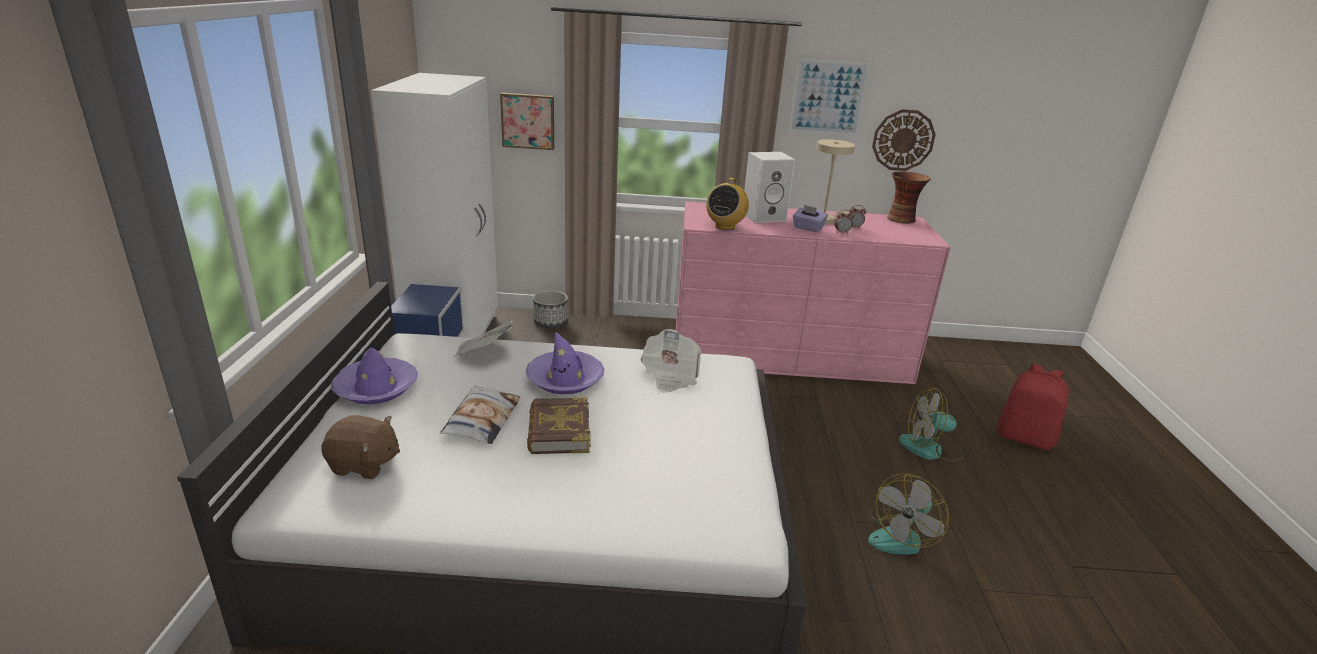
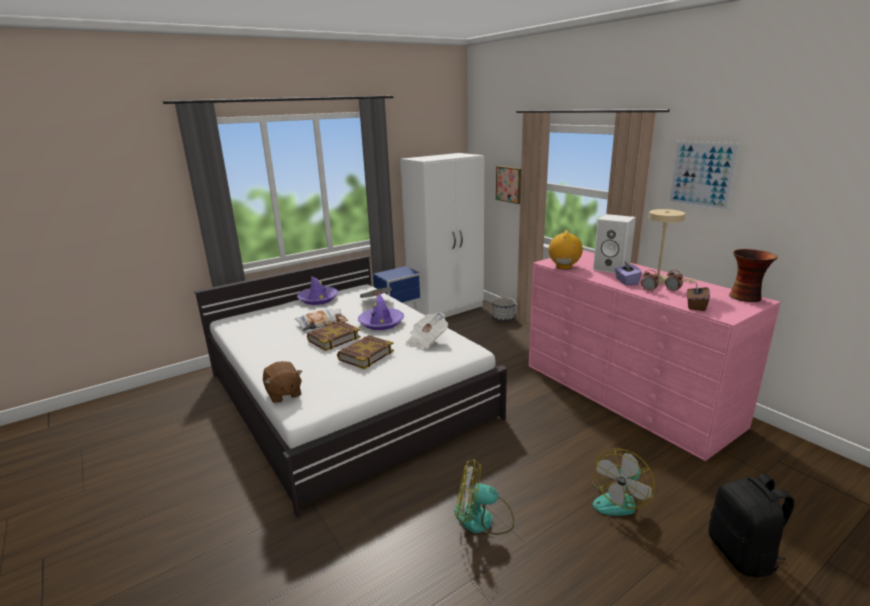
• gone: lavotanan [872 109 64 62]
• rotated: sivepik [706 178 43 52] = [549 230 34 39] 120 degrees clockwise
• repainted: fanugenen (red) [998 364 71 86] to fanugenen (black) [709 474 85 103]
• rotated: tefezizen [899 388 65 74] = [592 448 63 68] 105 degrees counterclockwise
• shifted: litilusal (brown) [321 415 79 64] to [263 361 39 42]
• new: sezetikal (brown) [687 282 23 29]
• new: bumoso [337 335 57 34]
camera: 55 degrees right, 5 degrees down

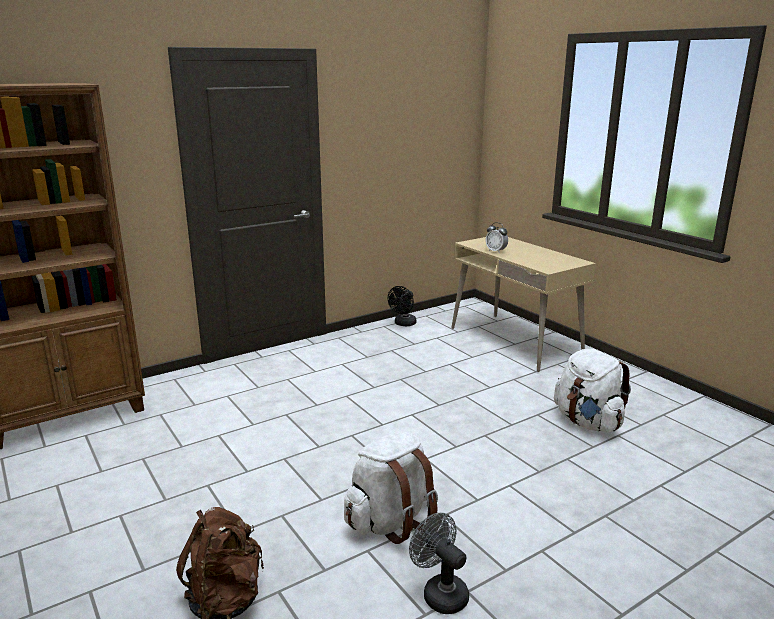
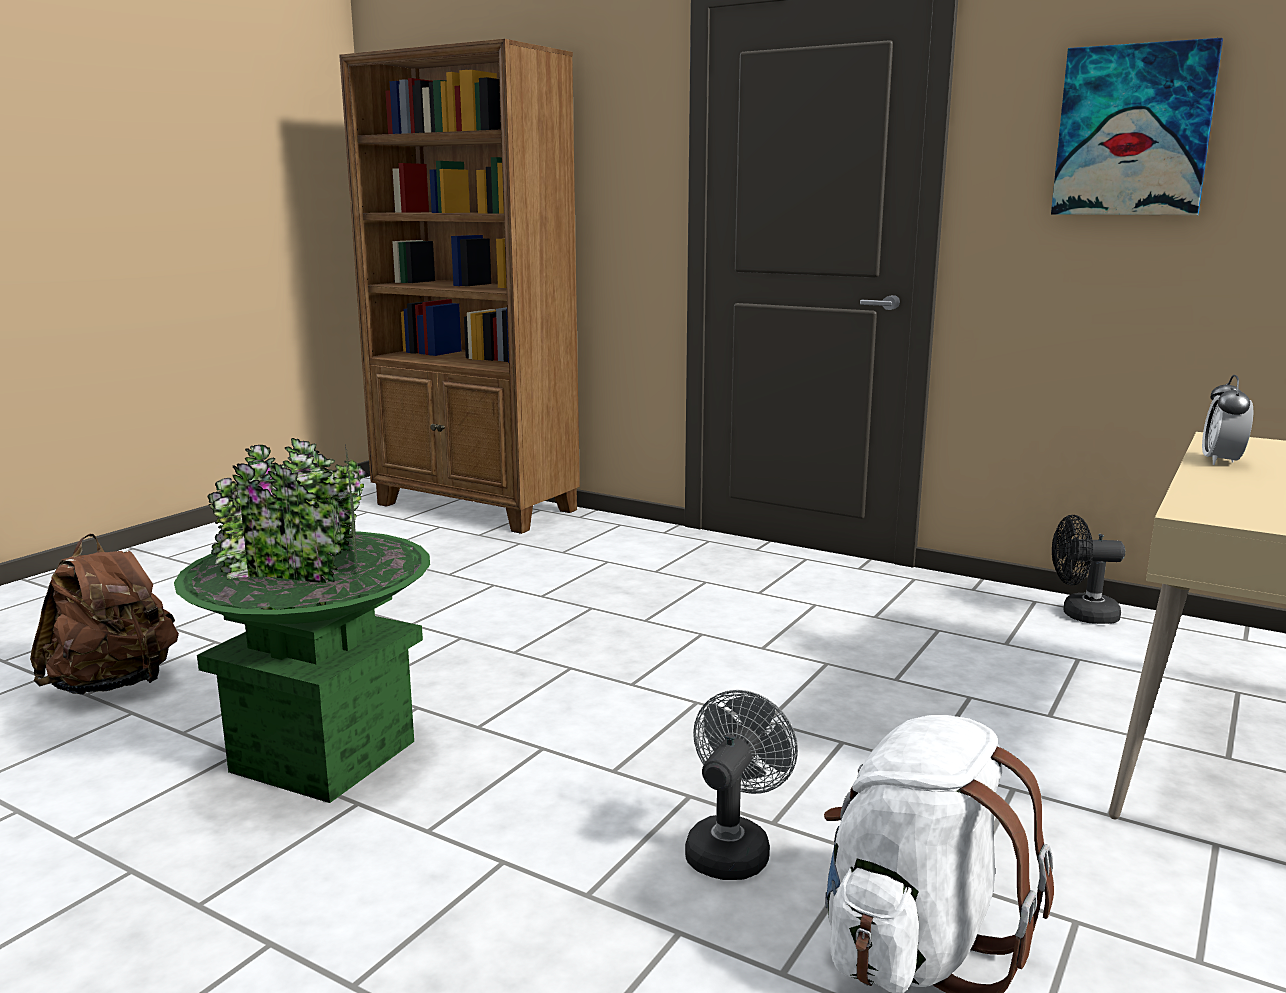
• swapped: fanugenen (white) [344 432 94 112] to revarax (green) [174 438 256 365]
• shifted: tefezizen (grey) [409 513 60 101] to [685 690 113 190]
• new: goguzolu [1051 38 172 177]
camera: 65 degrees right, 5 degrees down

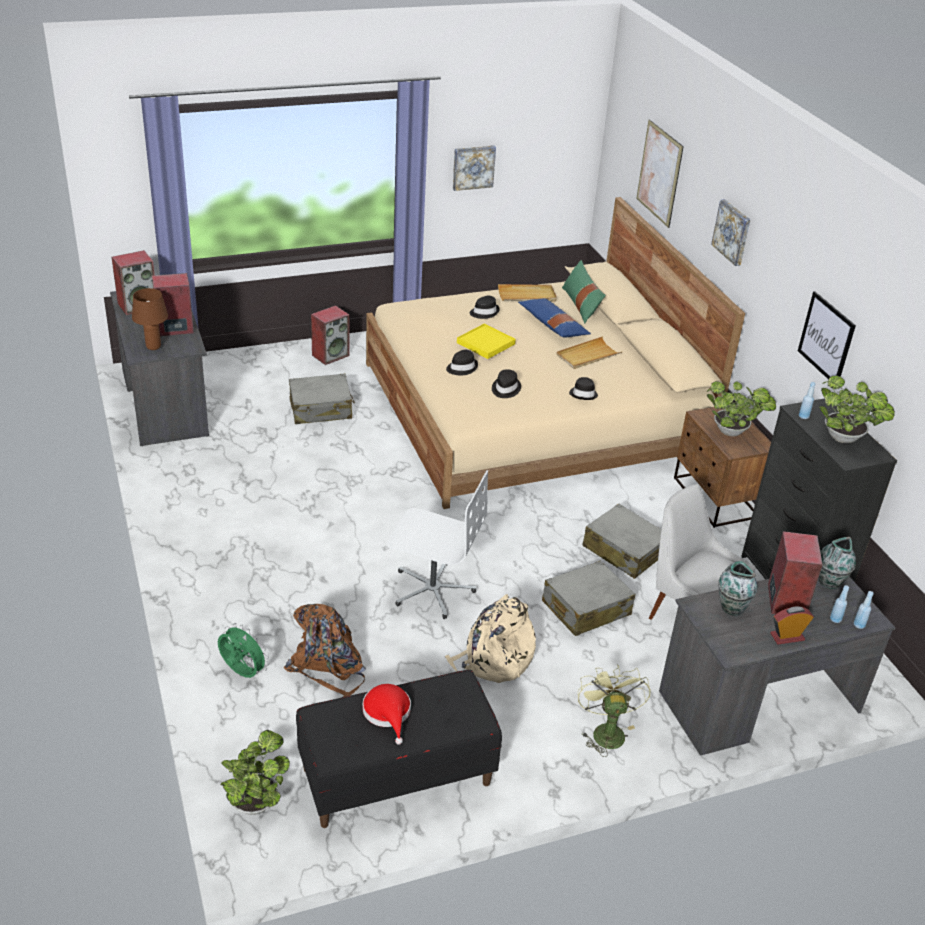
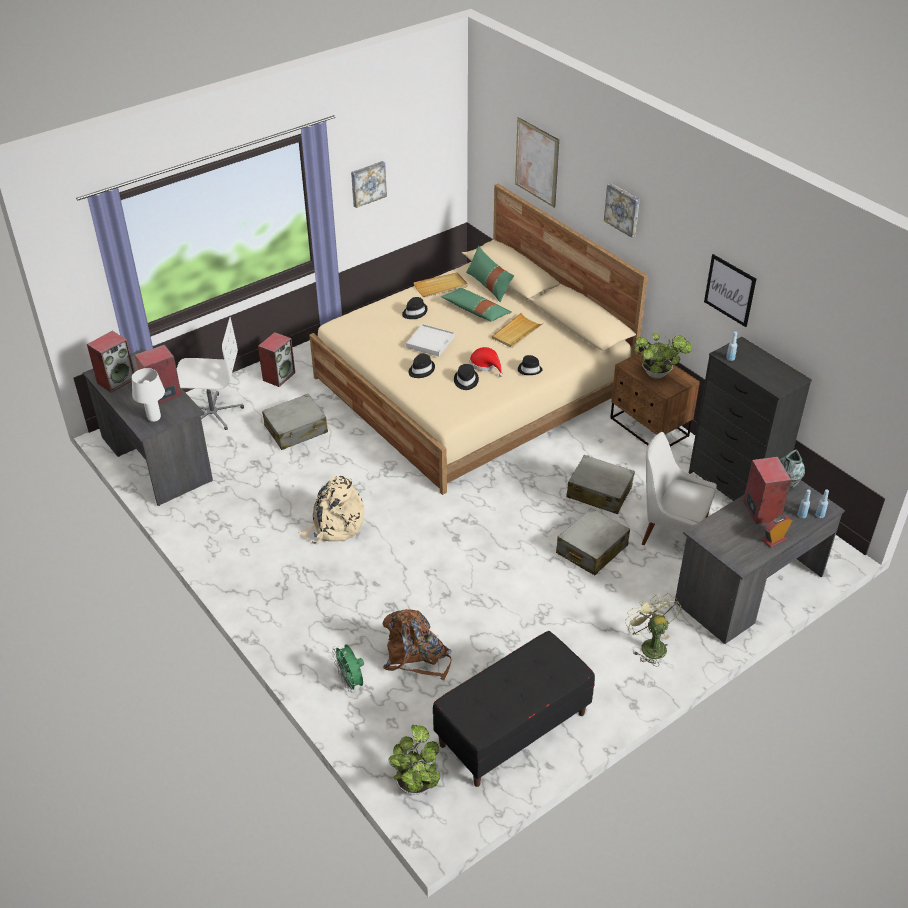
• repainted: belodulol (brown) [132 288 36 62] to belodulol (white) [132 368 33 54]
• repainted: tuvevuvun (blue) [518 298 73 40] to tuvevuvun (green) [441 288 71 34]
• repainted: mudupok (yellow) [457 323 59 36] to mudupok (white) [406 324 48 33]
• gone: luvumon [819 376 76 68]
• shifted: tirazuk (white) [387 470 101 149] to [177 317 67 113]
• gone: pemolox [718 561 39 55]
• shifted: fanugenen (beige) [445 594 91 89] to [299 475 65 69]
• rotated: tefezizen (green) [218 623 51 55] = [332 644 32 49] 135 degrees counterclockwise
• shifted: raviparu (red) [363 684 48 61] to [470 347 33 30]
camera: 15 degrees left, 5 degrees up

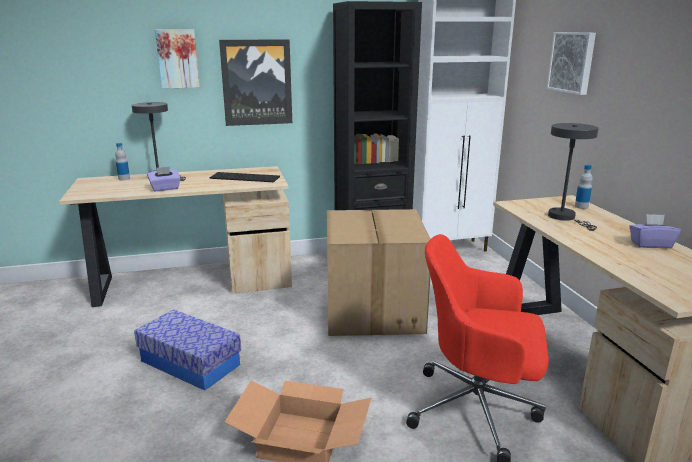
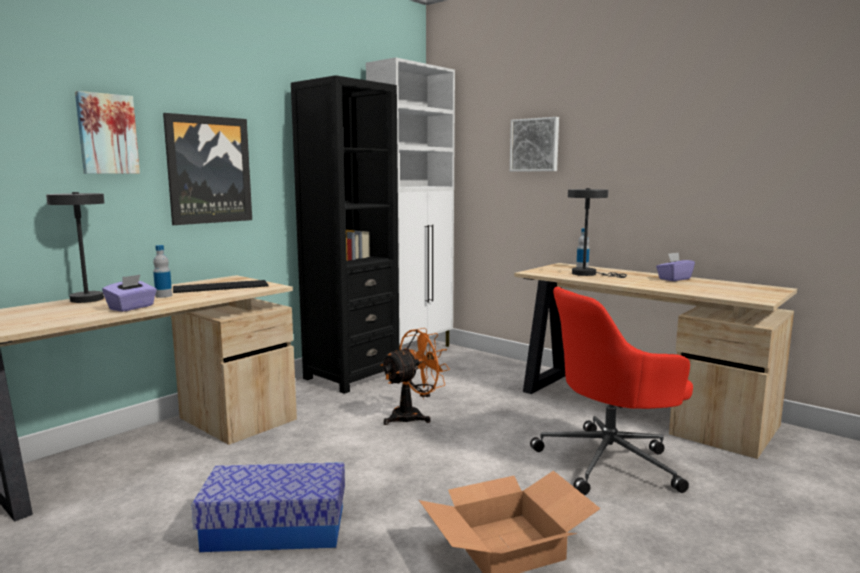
• shifted: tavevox [115 143 15 37] to [153 245 19 53]
• swapped: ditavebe [327 209 103 127] to tefezizen (orange) [380 328 70 97]
camera: 35 degrees left, 10 degrees down

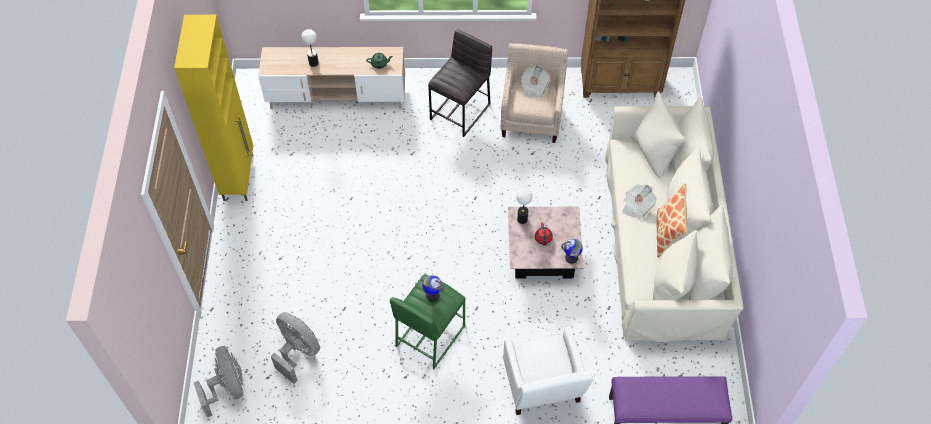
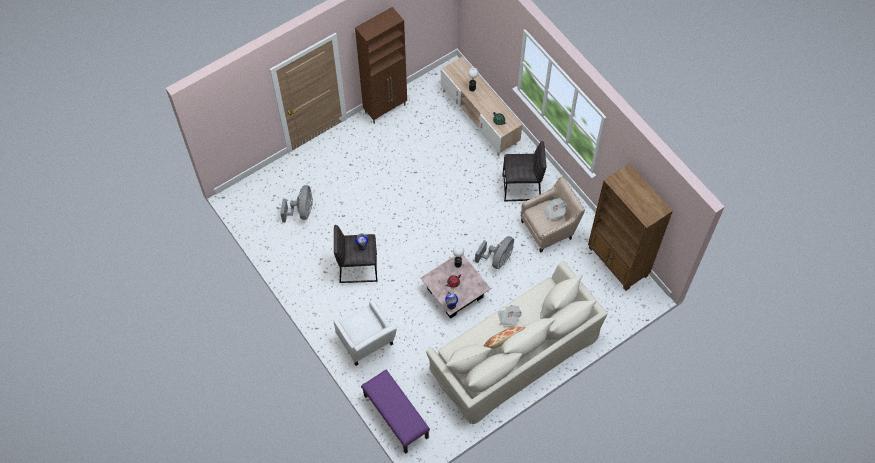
• repainted: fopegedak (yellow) [174 15 79 186] to fopegedak (brown) [355 7 52 117]
• repainted: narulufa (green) [390 273 76 96] to narulufa (grey) [334 225 43 58]
• rotated: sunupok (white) [503 326 90 89] = [334 299 63 67] 75 degrees counterclockwise
• shifted: tefezizen (grey) [194 346 50 72] to [475 236 39 33]
camera: 55 degrees right, 5 degrees up

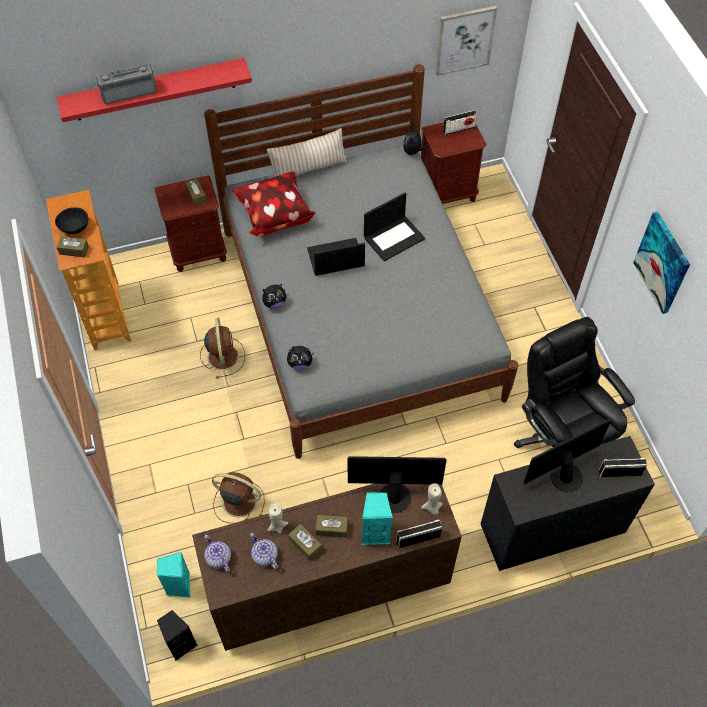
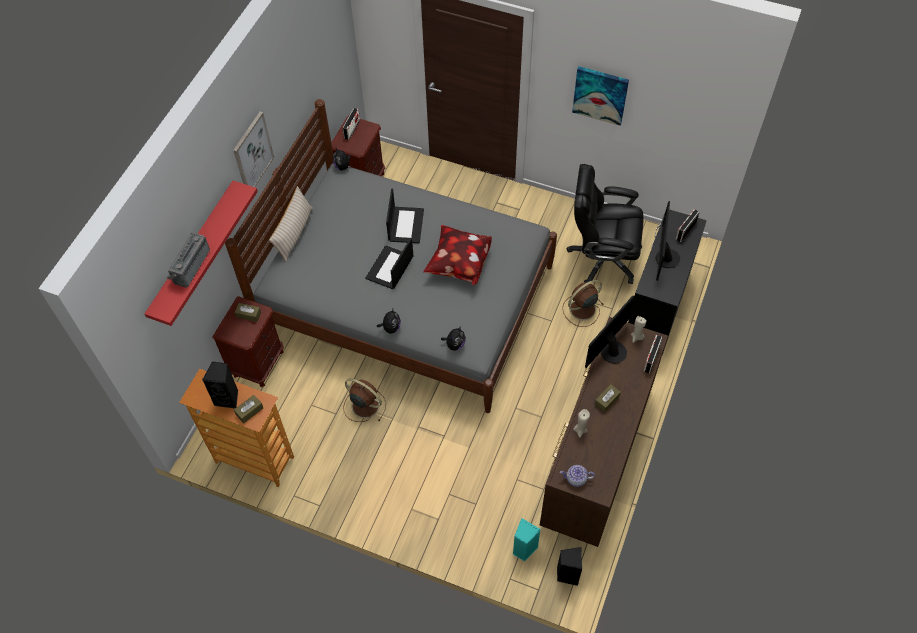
• shifted: goguzolu [435 6 62 70] to [233 112 41 75]
• shifted: tuvevuvun [232 171 84 66] to [423 225 69 60]
• swapped: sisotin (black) [55 207 33 27] to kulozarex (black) [202 361 36 48]
• shifted: tefezizen (brown) [212 472 53 51] to [562 280 42 47]
• gone: kulozarex (turquoise) [362 492 31 53]
• gone: sezetikal (brown) [288 524 34 37]
• gone: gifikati [250 533 28 36]
camera: 50 degrees left, 0 degrees up

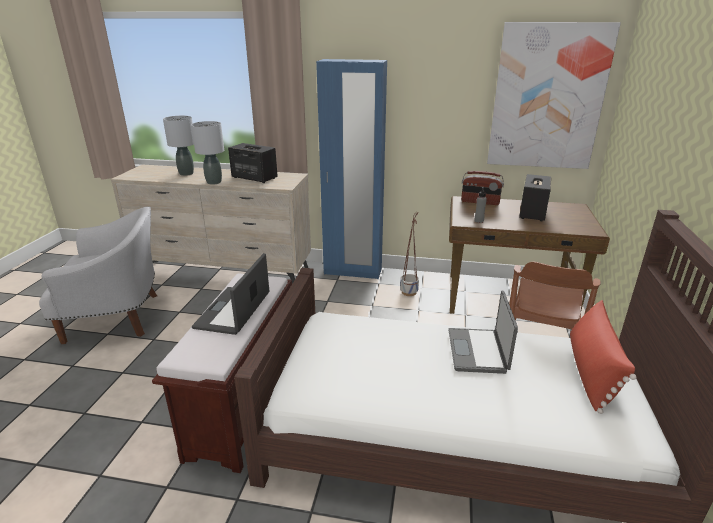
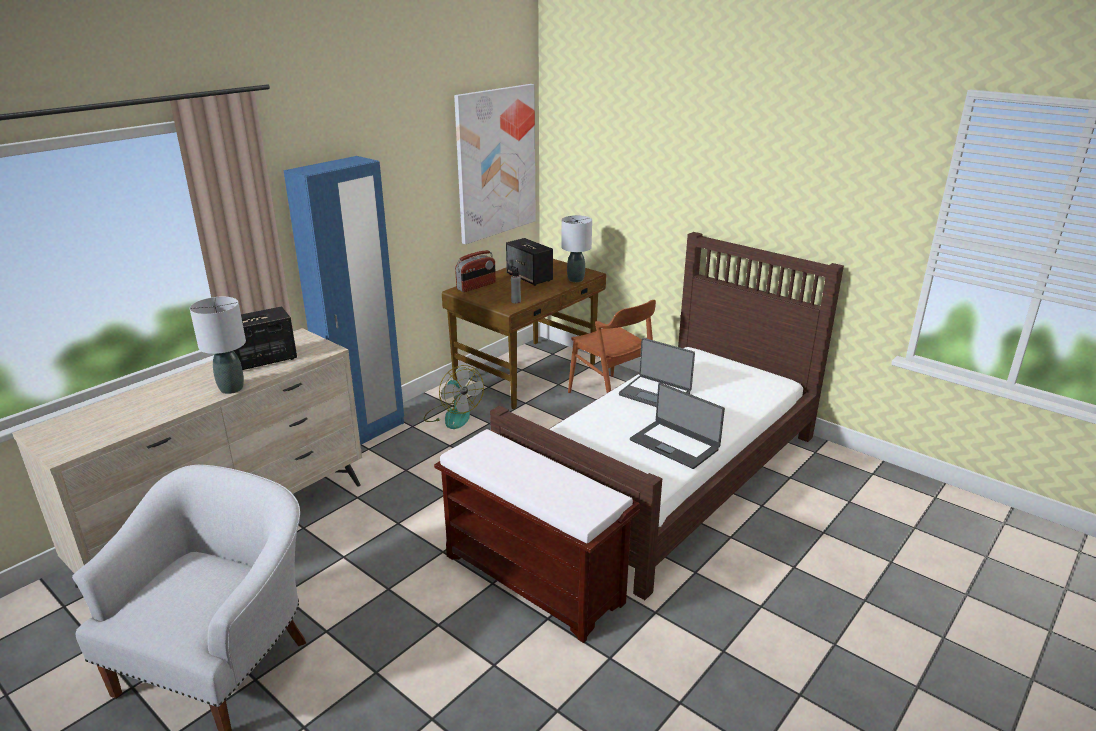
• shifted: belodulol (grey) [163 116 31 60] to [561 215 31 67]
• swapped: revarax [400 212 19 84] to tefezizen [424 365 60 64]
• shifted: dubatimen [192 253 77 82] to [630 383 95 86]
• gone: tuvevuvun (red) [570 300 67 114]
camera: 60 degrees left, 0 degrees up

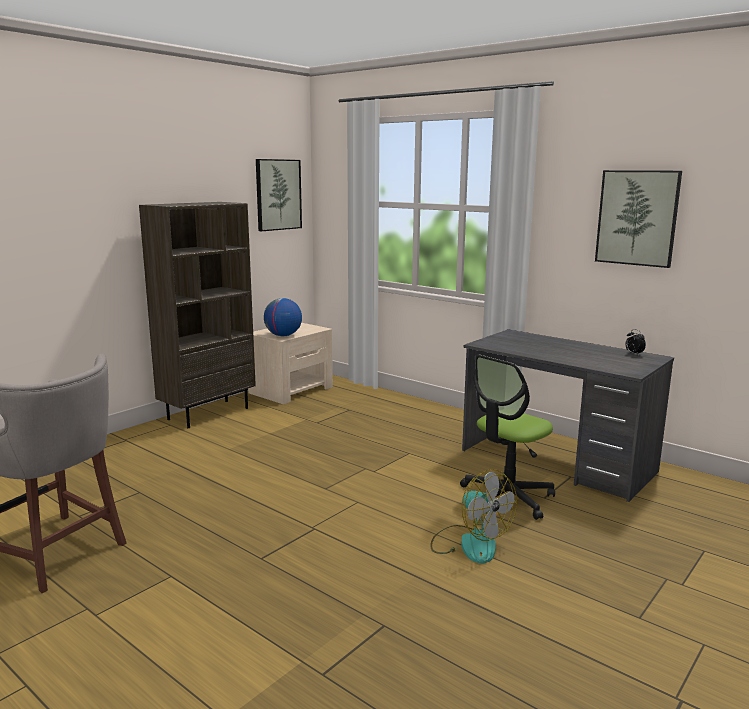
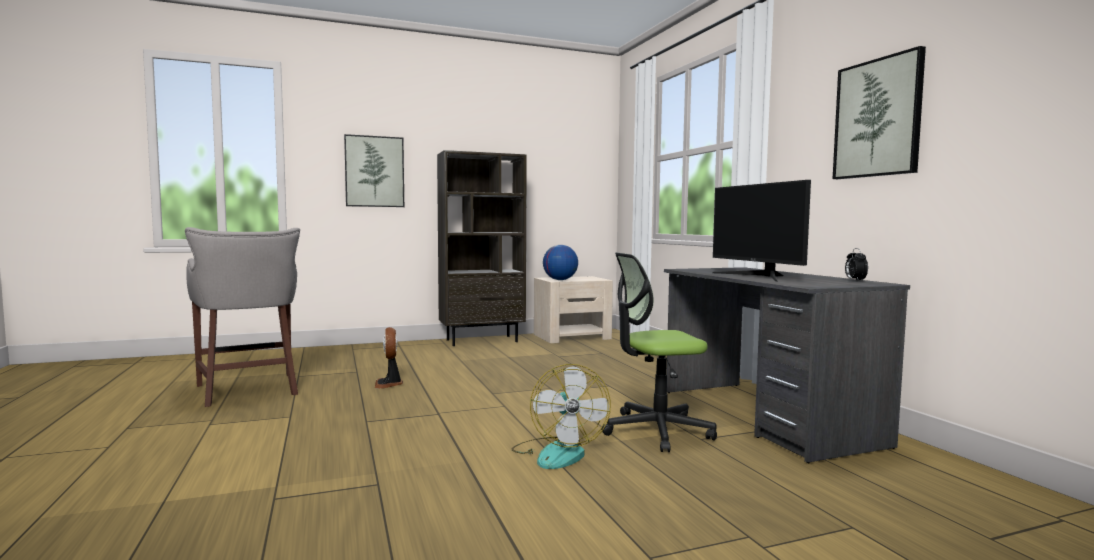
• shifted: goguzolu [256 159 46 72] to [344 134 60 73]
• new: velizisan [712 180 99 101]
• new: tefezizen [375 327 28 62]
camera: 30 degrees right, 10 degrees down

